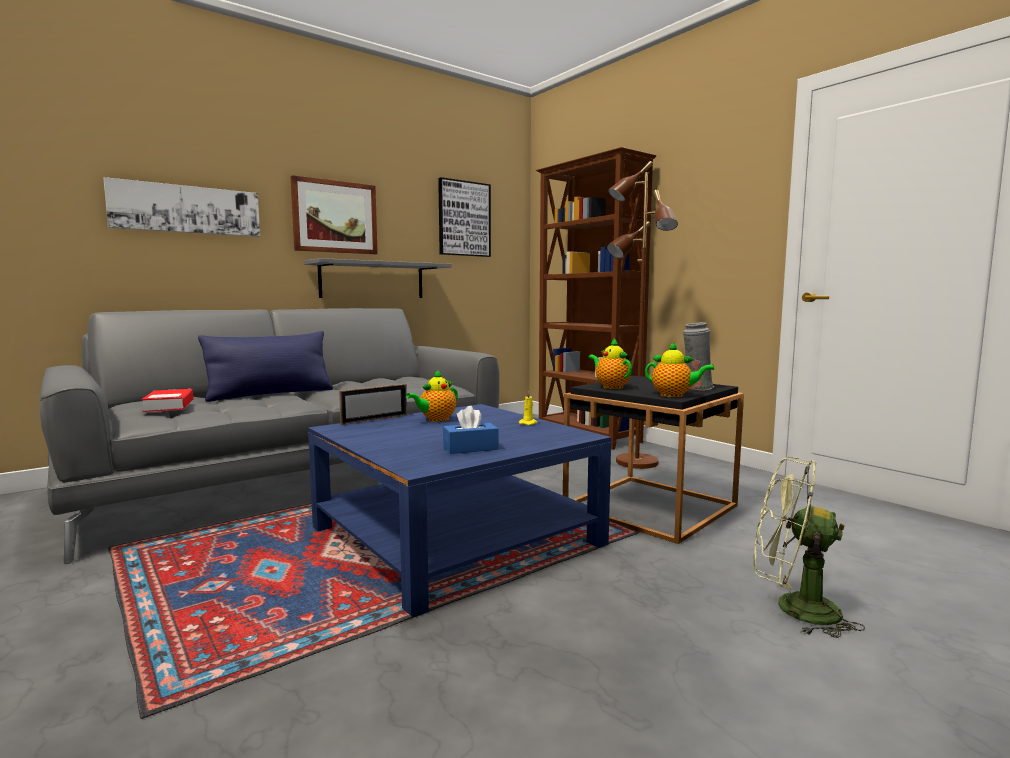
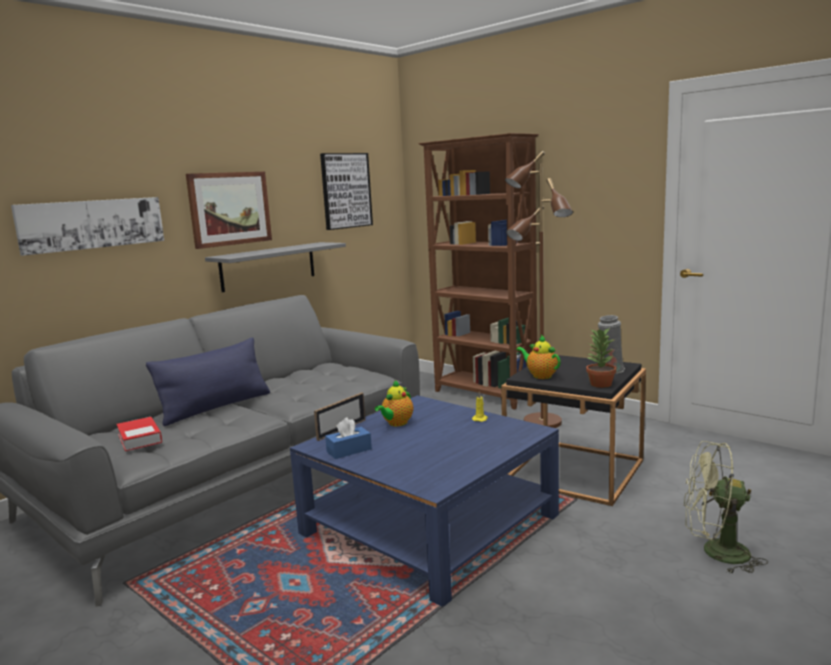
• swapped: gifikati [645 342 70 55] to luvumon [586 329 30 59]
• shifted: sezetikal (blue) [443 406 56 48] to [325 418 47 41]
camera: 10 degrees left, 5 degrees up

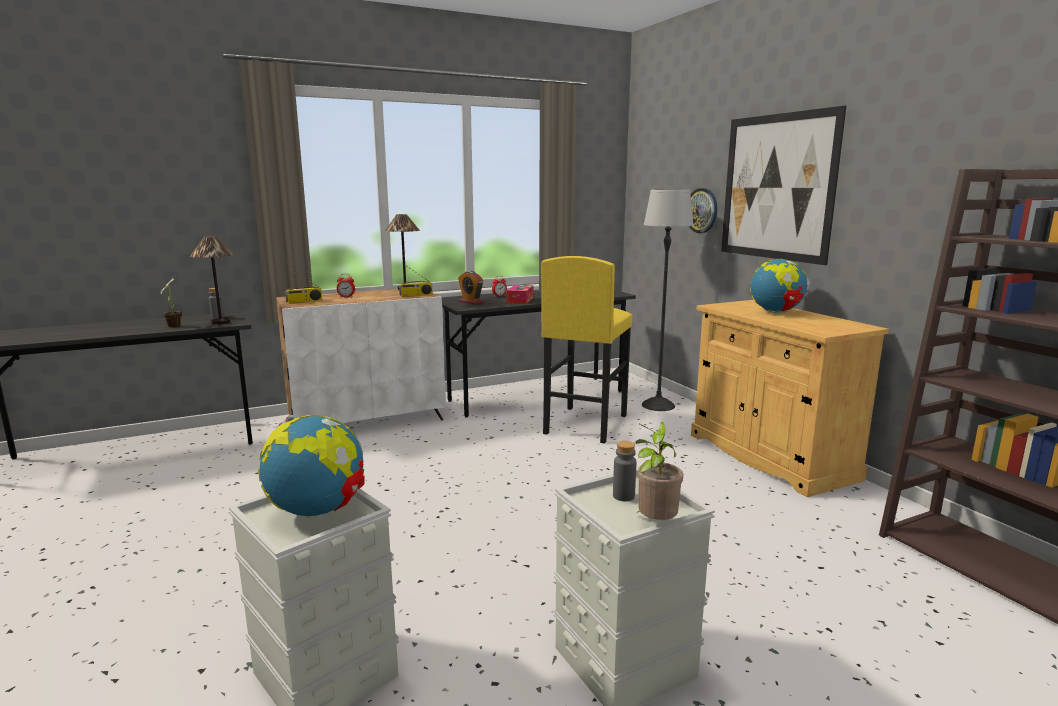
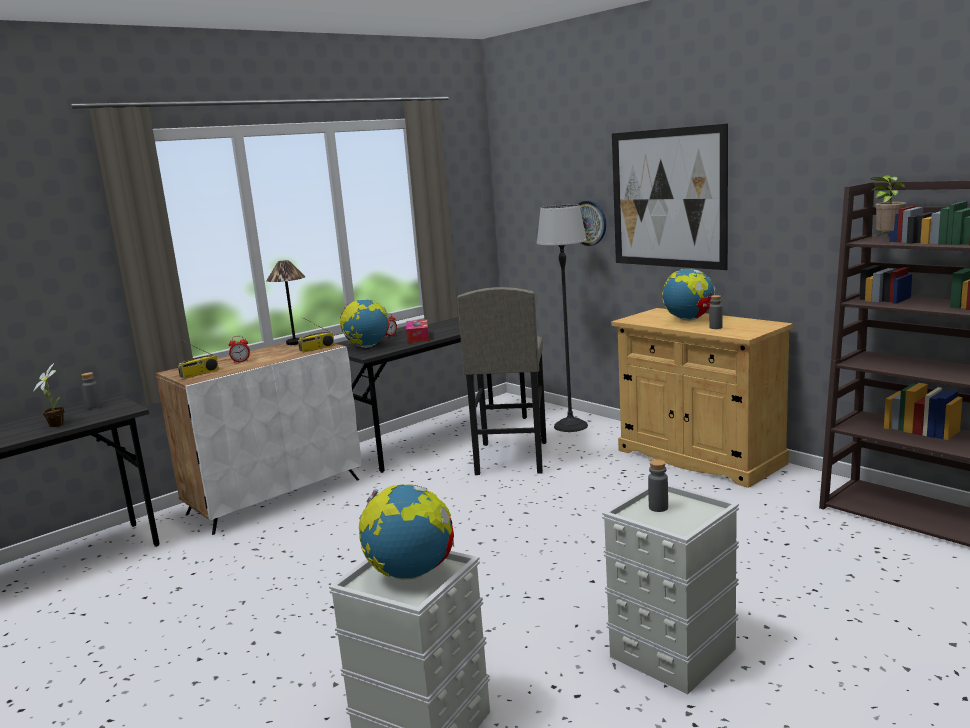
• gone: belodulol [190 236 44 89]
• repainted: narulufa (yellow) [541 256 92 188] to narulufa (grey) [457 287 90 188]
• swapped: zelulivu [458 271 26 33] to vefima [340 299 50 49]
• shifted: luvumon [635 422 49 98] to [871 175 35 62]
• new: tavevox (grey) [709 295 14 34]
camera: 15 degrees left, 0 degrees up

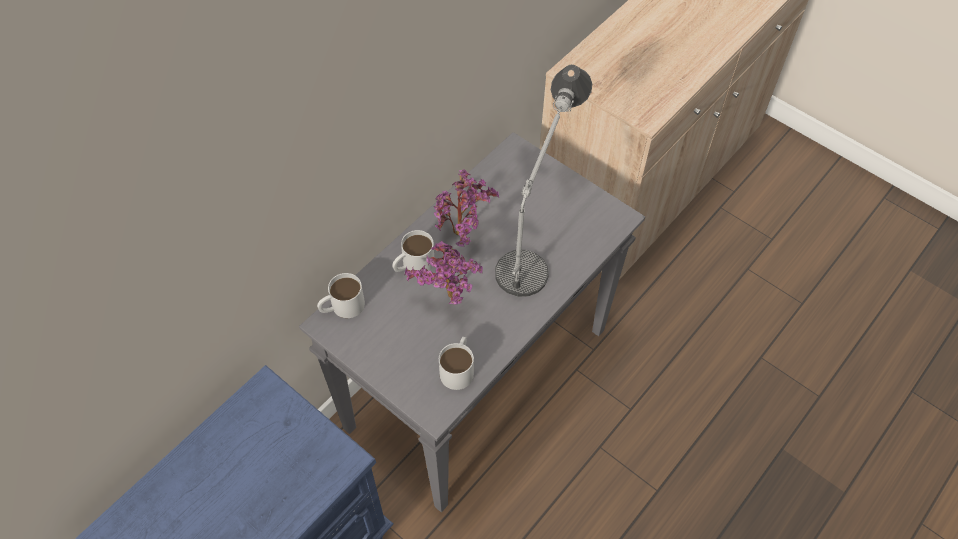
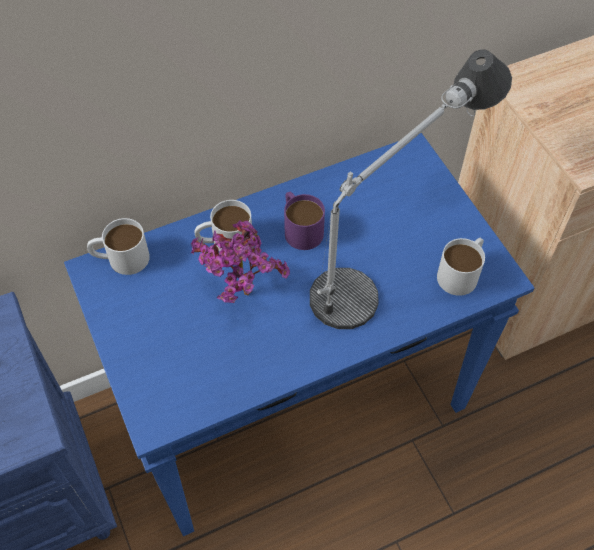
• repainted: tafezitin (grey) [299 132 346 380] to tafezitin (blue) [64 133 470 403]
• swapped: luvumon [434 169 65 78] to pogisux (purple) [284 192 41 58]
• shifted: pogisux (white) [439 337 35 53] to [437 238 48 58]
camera: 25 degrees right, 0 degrees up

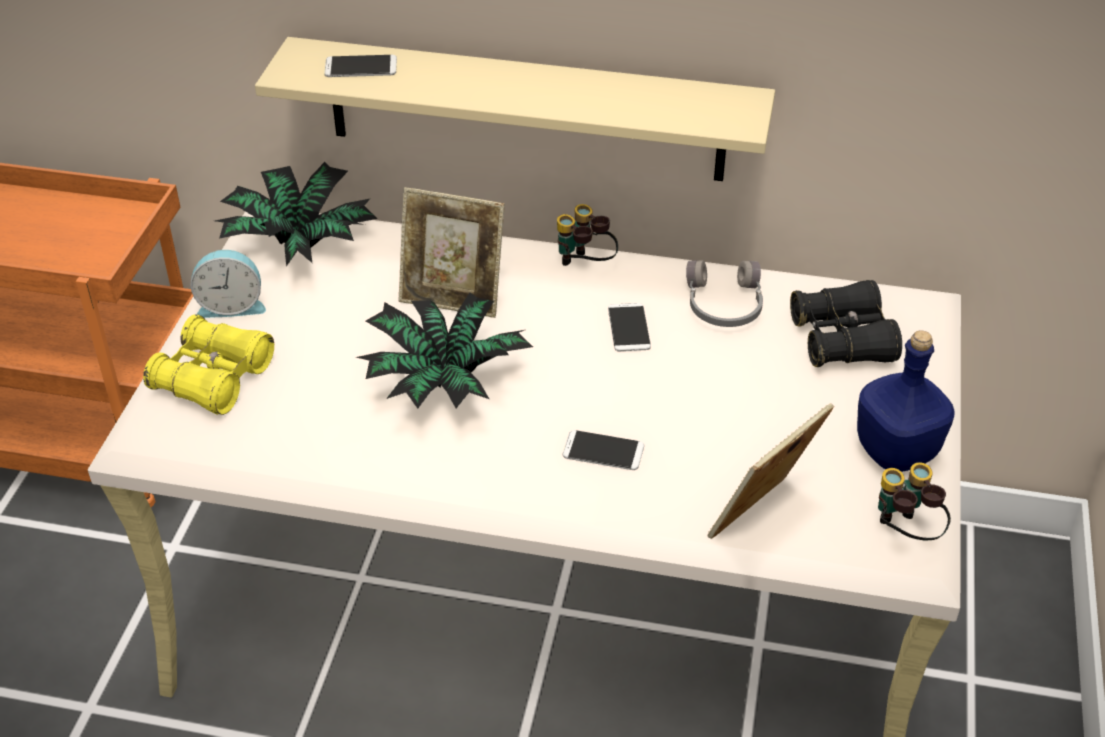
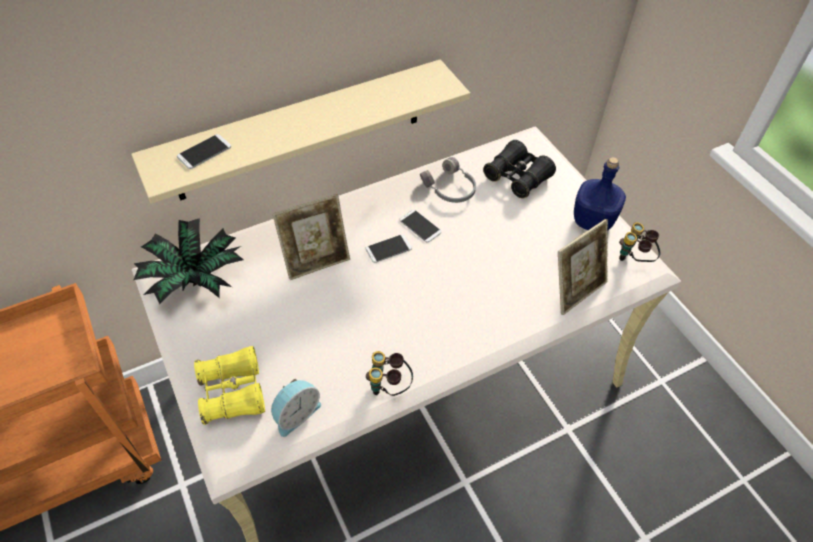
• shifted: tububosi [557 204 61 62] to [366 351 47 45]
• shifted: zelulivu [190 250 76 68] to [271 379 50 58]
• gone: luvumon [356 293 177 116]
• rotated: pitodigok [708 403 126 136] = [558 219 50 96] 135 degrees counterclockwise
• shifted: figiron [563 430 81 40] to [365 234 47 29]
camera: 40 degrees left, 10 degrees up

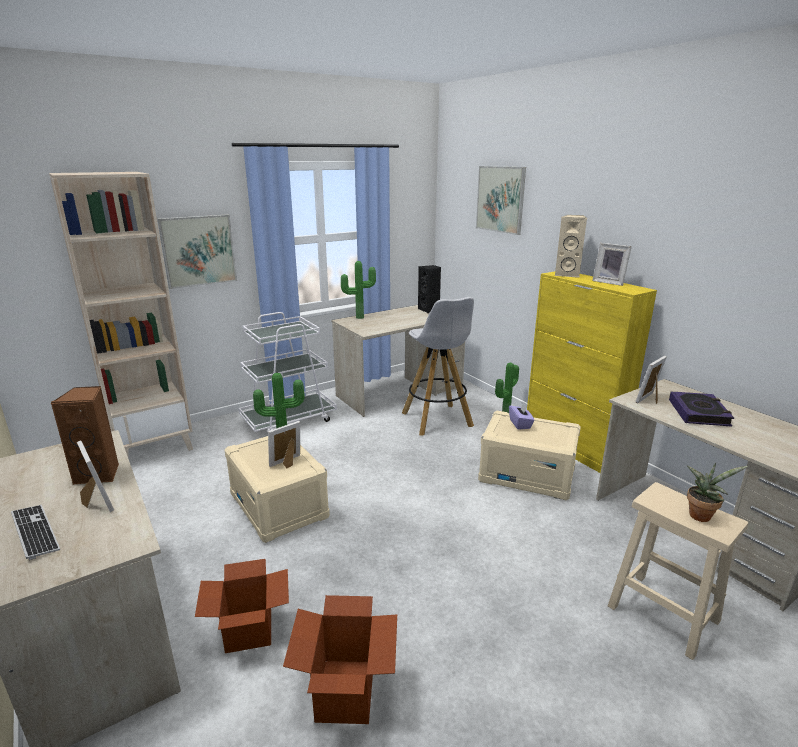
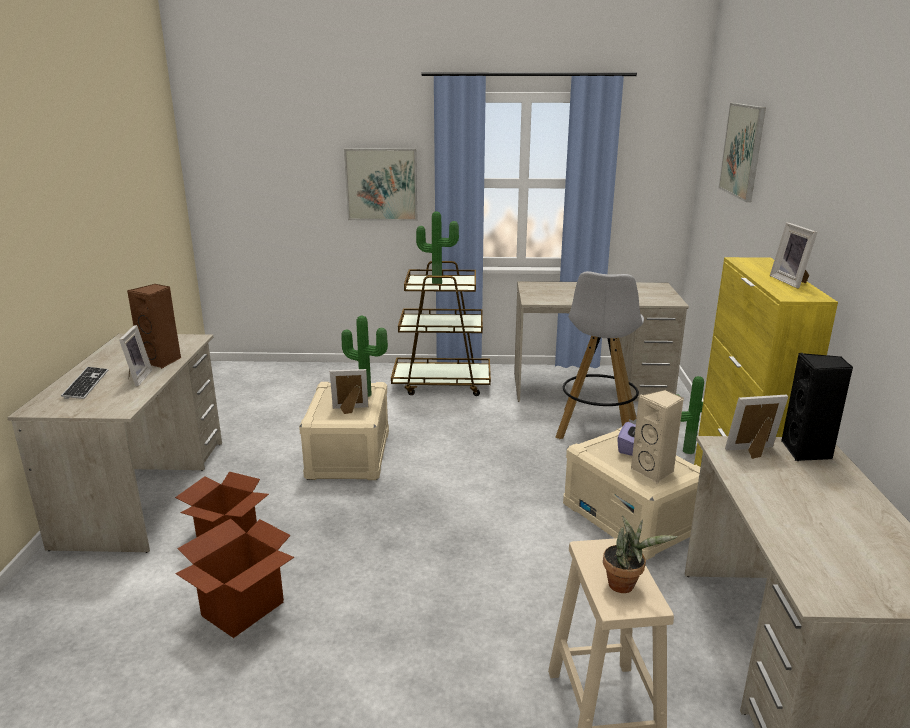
• gone: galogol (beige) [49 172 144 284]
• shifted: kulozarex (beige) [555 215 32 63] to [631 390 53 94]
• shifted: luvumon [341 261 35 58] to [416 211 43 73]
• shifted: kulozarex (black) [418 265 23 48] to [781 353 73 108]
• repainted: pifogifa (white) [239 312 98 120] to pifogifa (brown) [391 261 100 135]
• gone: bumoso [669 391 65 35]
camera: 35 degrees right, 0 degrees up

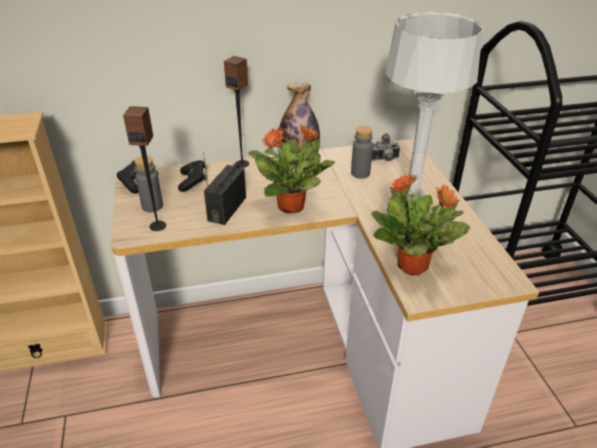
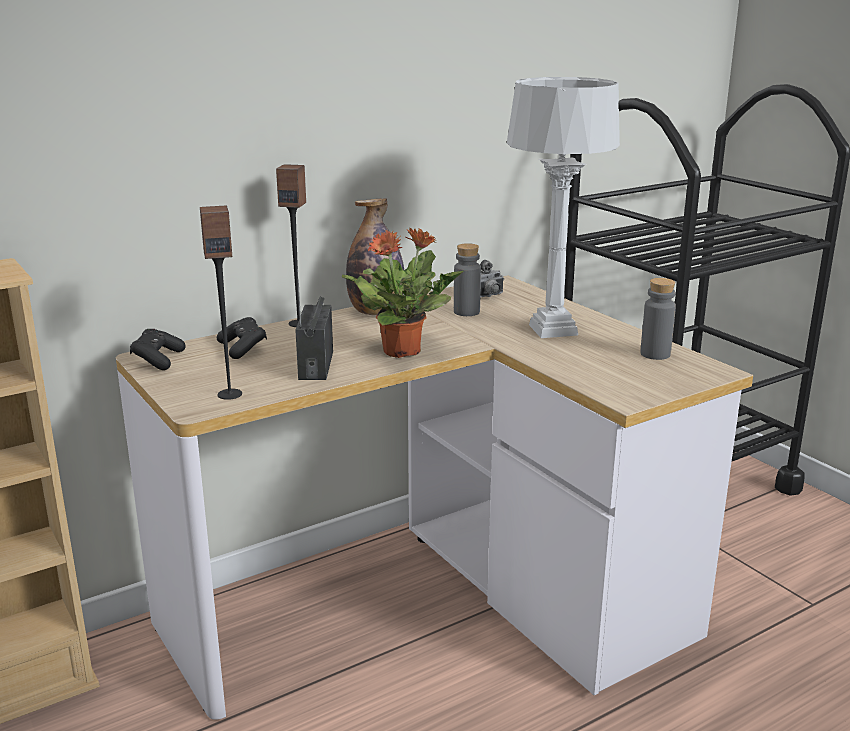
• shifted: tavevox (grey) [134 156 29 56] to [640 278 36 82]
• gone: luvumon [371 174 99 102]
camera: 20 degrees left, 15 degrees down

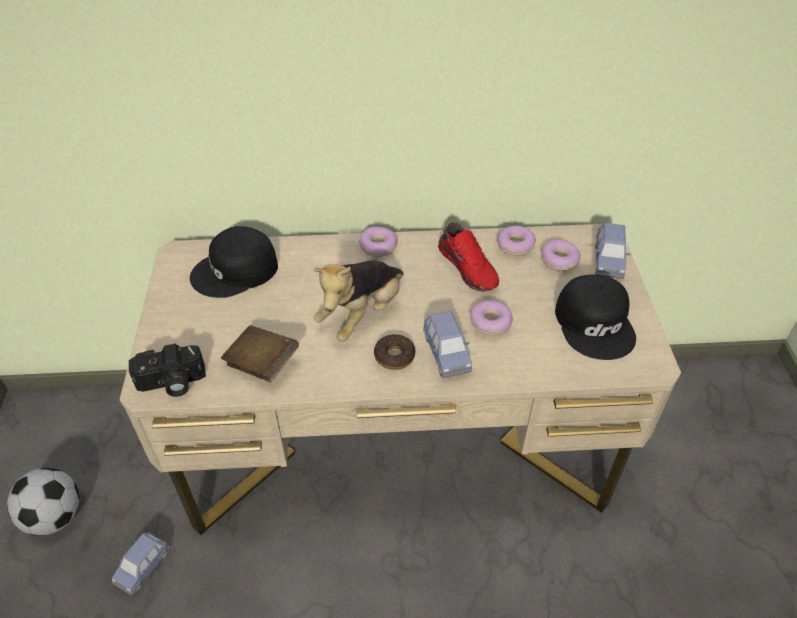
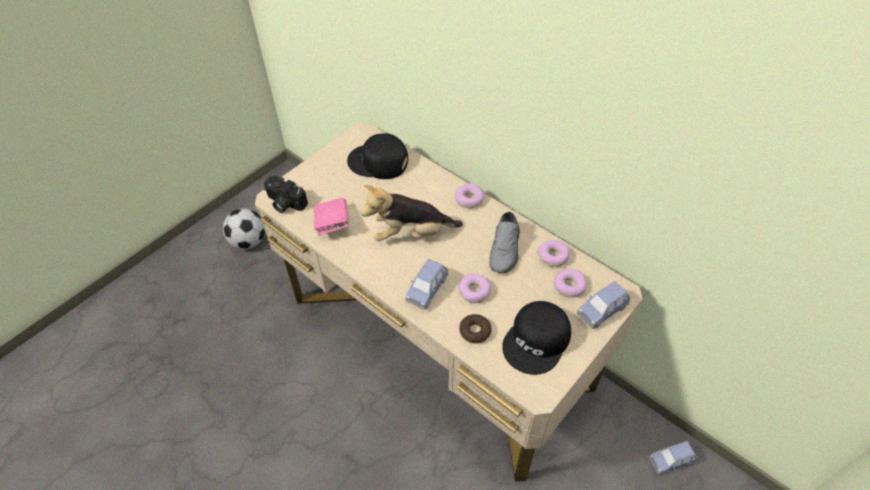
• repainted: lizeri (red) [438 222 61 70] to lizeri (grey) [489 212 31 61]
• repainted: bumoso (brown) [221 325 78 57] to bumoso (pink) [314 198 35 37]
• shifted: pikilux [374 334 41 36] to [459 314 33 30]
• shifted: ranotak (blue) [112 532 58 63] to [649 441 49 34]
camera: 45 degrees right, 5 degrees up

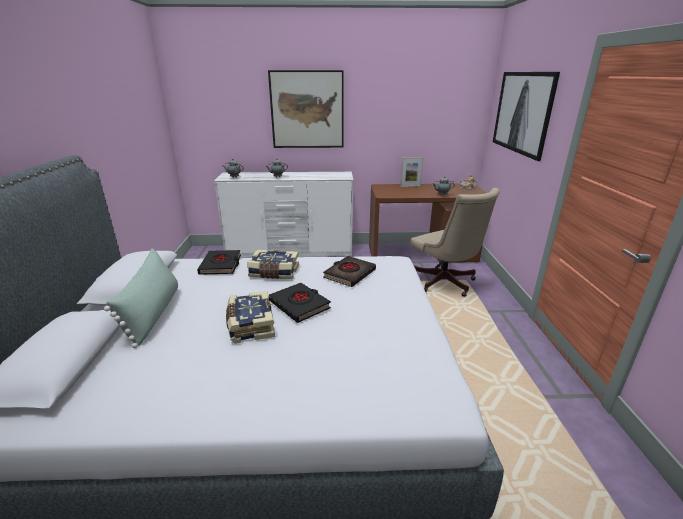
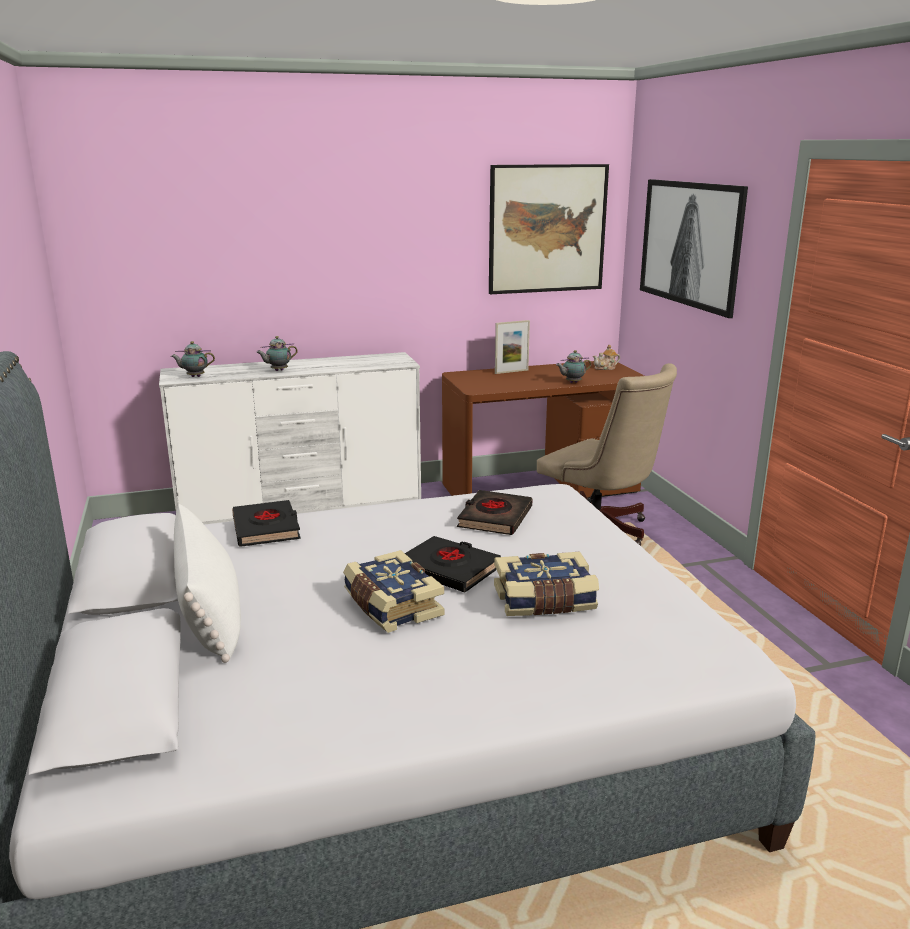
• shifted: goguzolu [268 70 76 78] to [489 164 120 130]
• repainted: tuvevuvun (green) [104 248 74 100] to tuvevuvun (white) [174 504 67 159]
• shifted: bumoso [247 250 52 29] to [494 552 105 64]
camera: 15 degrees left, 5 degrees down

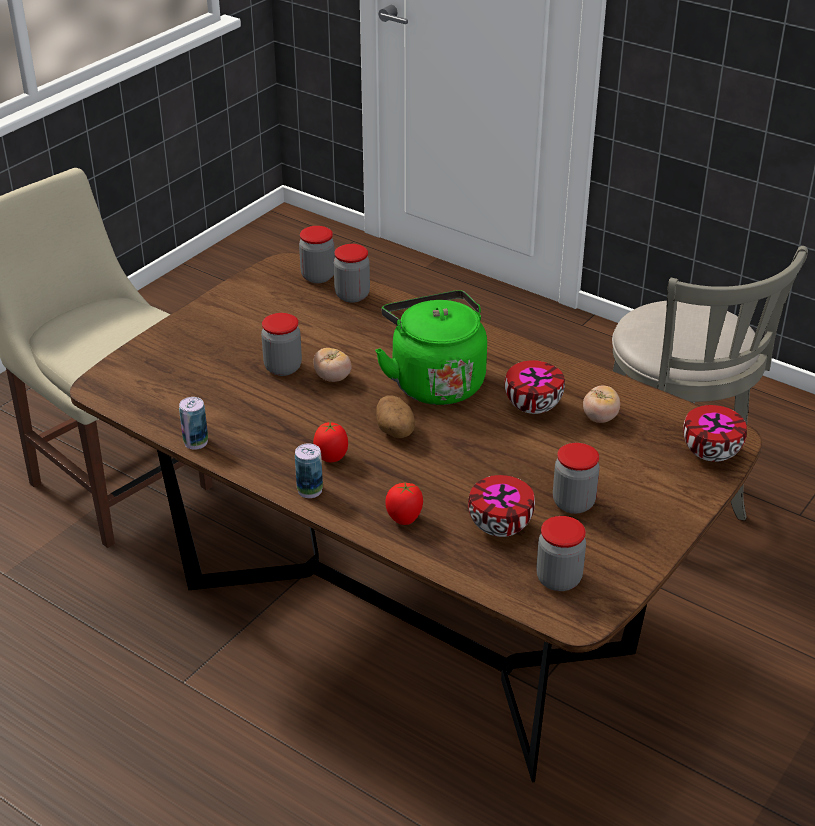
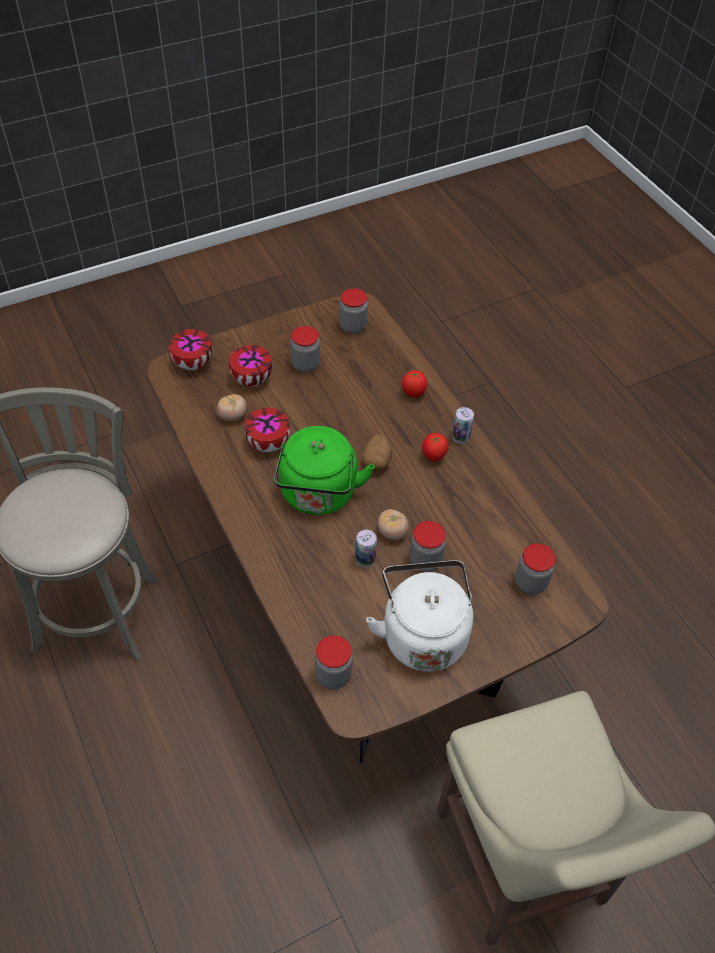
• shifted: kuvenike [334 244 36 59] to [515 543 41 52]
• shifted: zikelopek [179 397 29 53] to [355 530 22 38]
• shifted: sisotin [468 475 67 62] to [229 345 44 41]
• new: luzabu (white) [366 560 107 112]
camera: 155 degrees left, 15 degrees up

